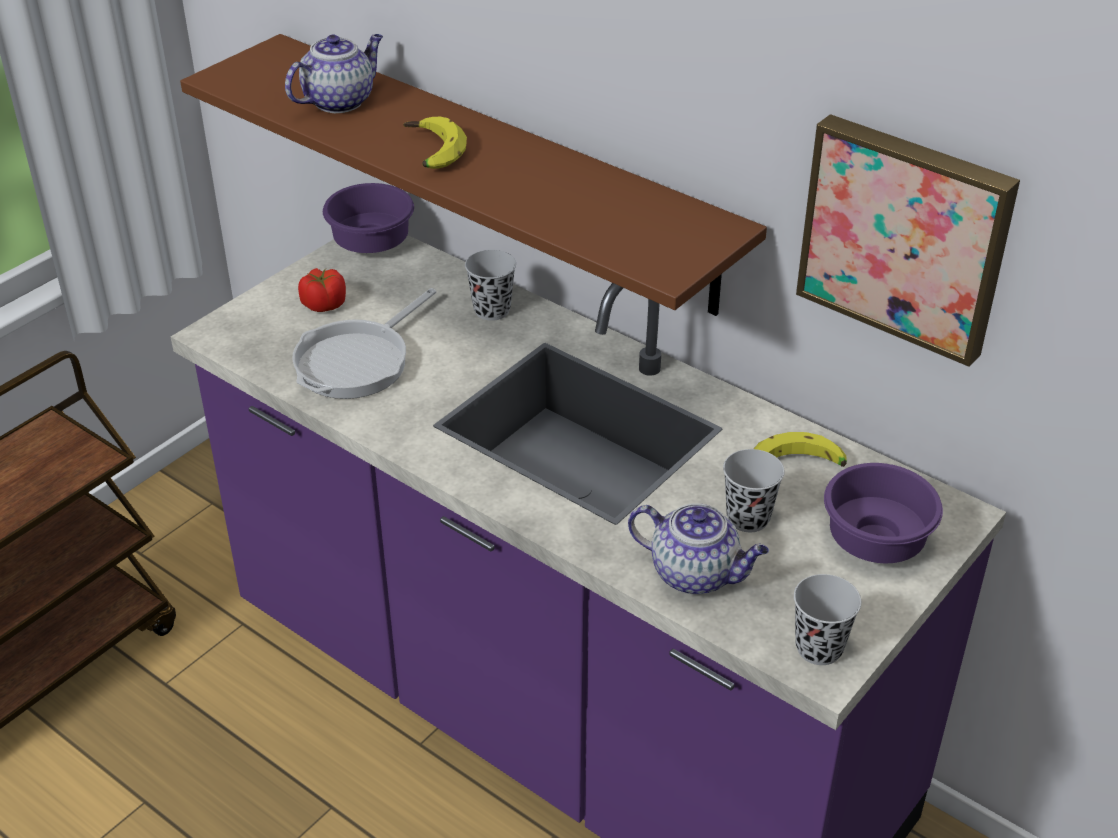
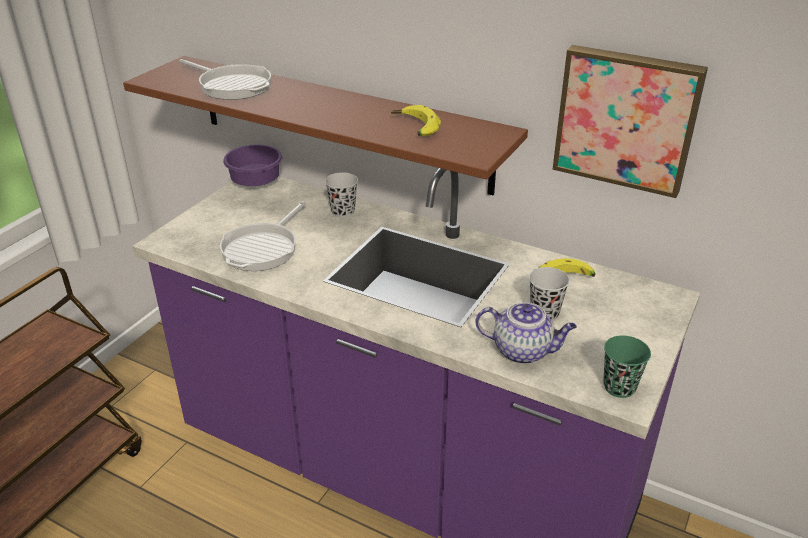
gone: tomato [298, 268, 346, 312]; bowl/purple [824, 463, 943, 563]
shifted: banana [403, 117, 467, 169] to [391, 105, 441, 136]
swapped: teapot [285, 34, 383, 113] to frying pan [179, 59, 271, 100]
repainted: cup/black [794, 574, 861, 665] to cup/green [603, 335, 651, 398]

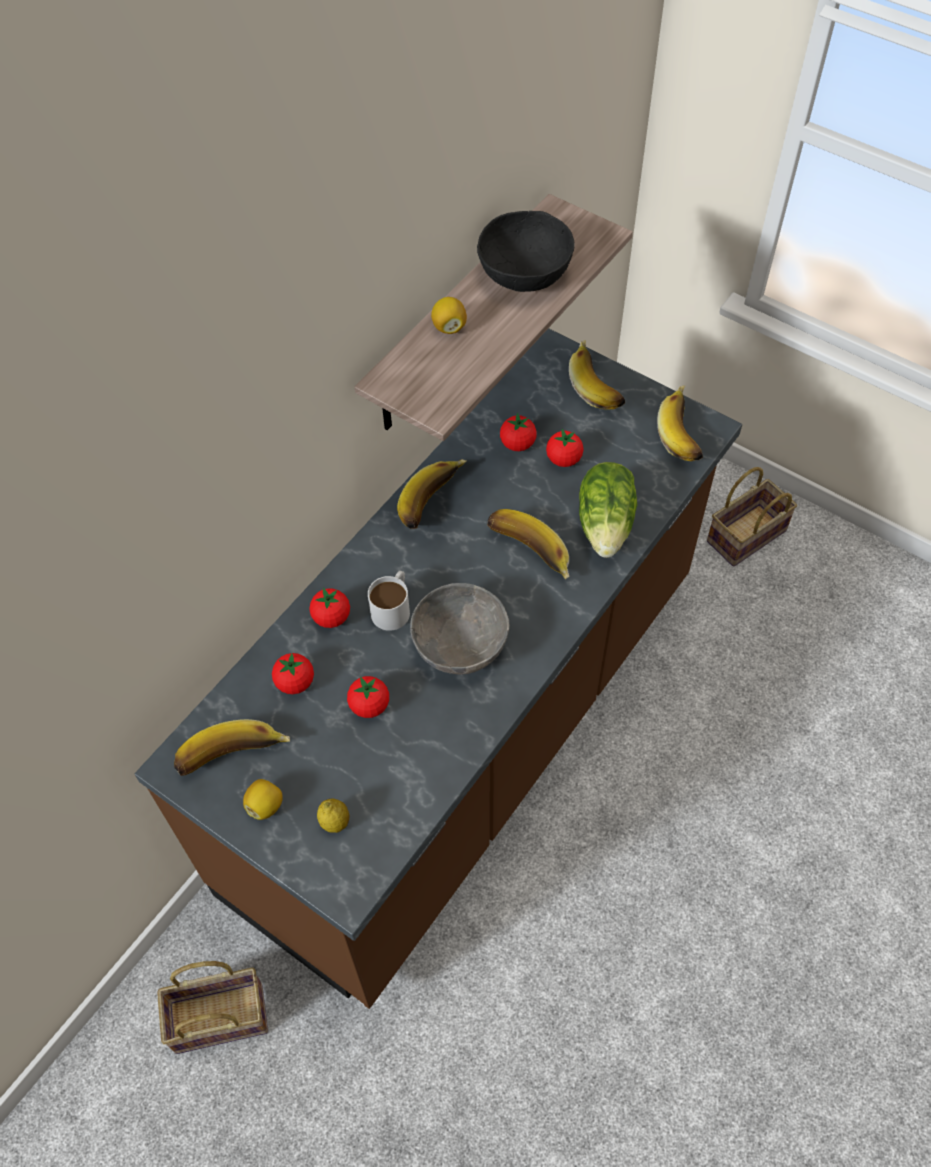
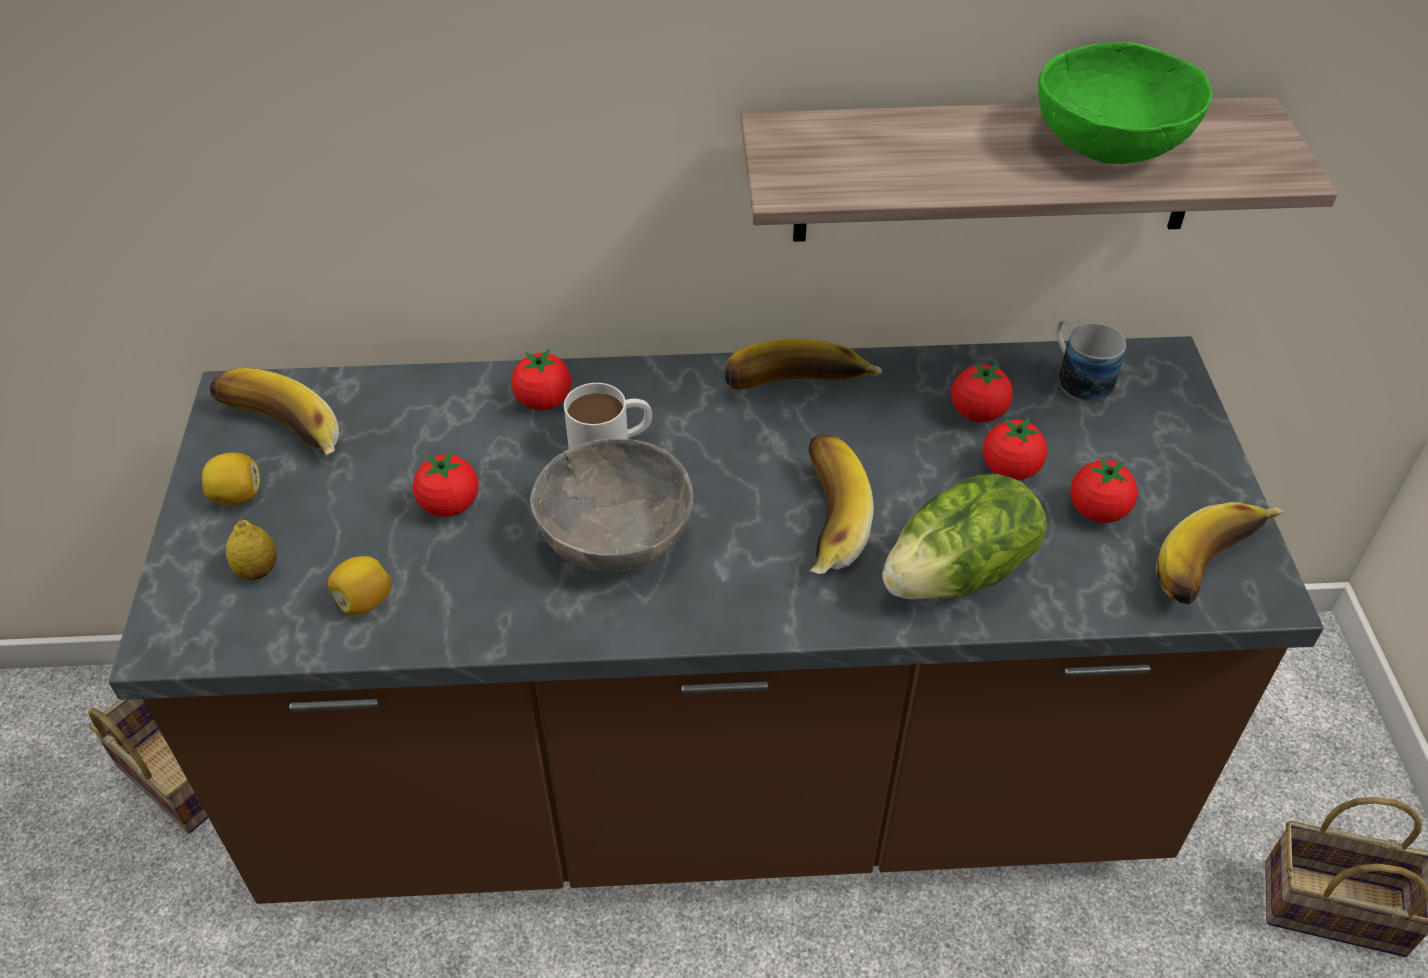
gone: banana [569, 340, 625, 409]
new: mug [1056, 317, 1126, 402]
shifted: lemon [431, 297, 467, 334] to [328, 556, 392, 615]; tomato [272, 653, 314, 694] to [1070, 456, 1138, 523]
repainted: bowl/black [477, 211, 574, 292] to bowl/green [1038, 42, 1212, 164]

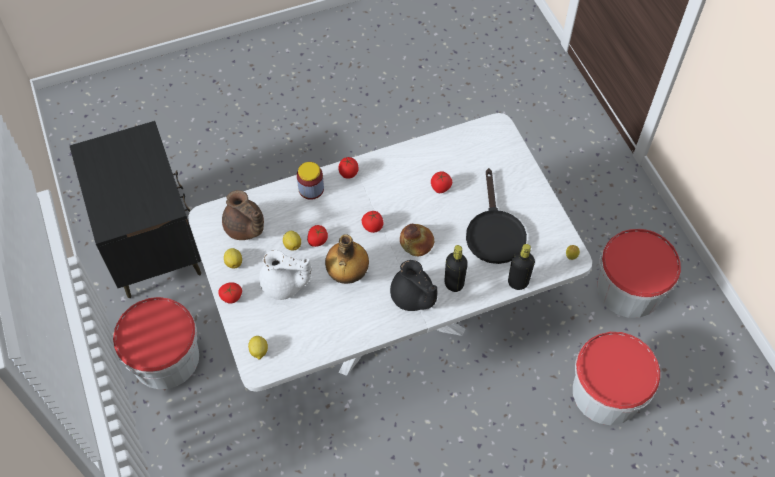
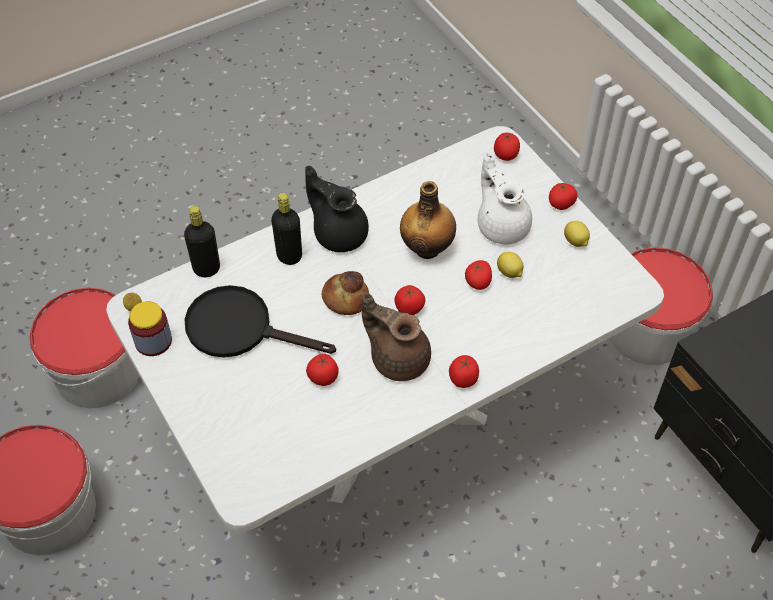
shifted: jar [297, 162, 324, 200] to [128, 301, 172, 356]; teapot/brown [222, 190, 264, 240] to [362, 292, 431, 381]
swapped: lemon [248, 336, 268, 360] to tomato [494, 133, 520, 161]
rotated: frying pan/black [466, 168, 527, 264] = [185, 285, 336, 358] 60 degrees counterclockwise; teapot/white [259, 250, 312, 300] = [478, 151, 532, 244] 60 degrees clockwise

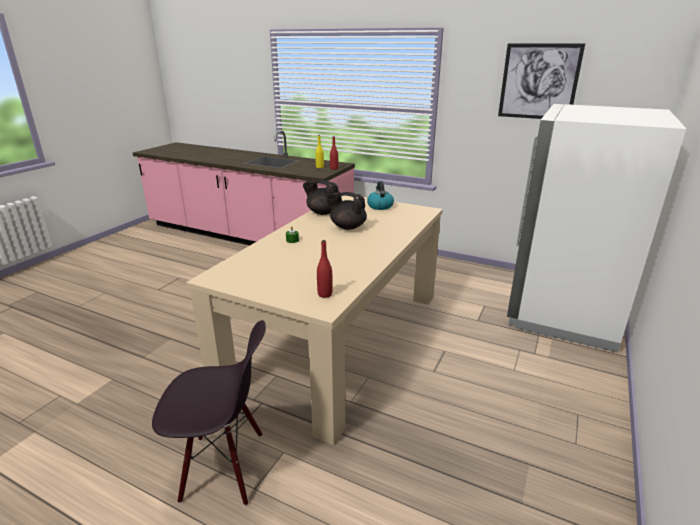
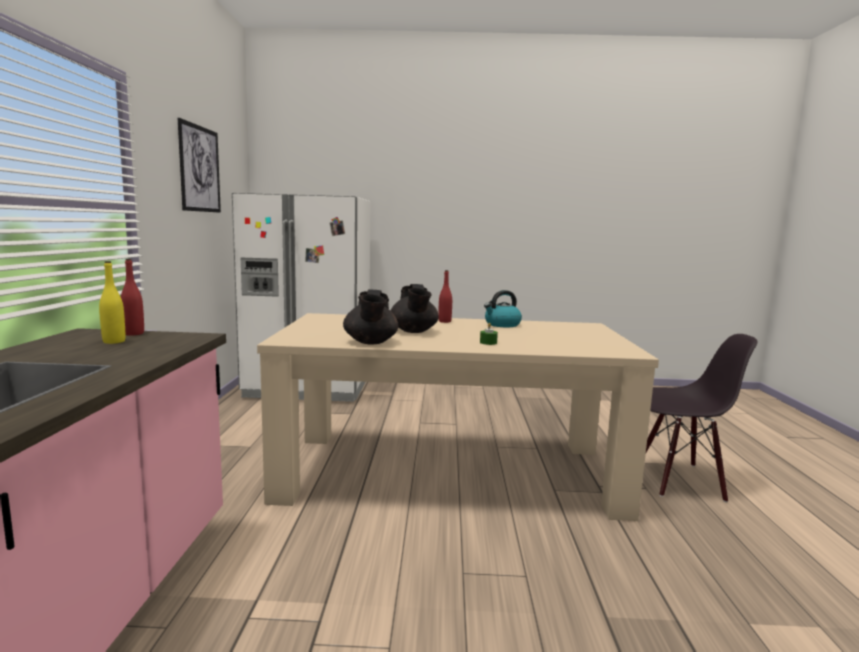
shifted: bottle/red [317, 240, 333, 298] to [438, 270, 452, 323]; kettle [367, 181, 394, 210] to [484, 290, 522, 327]
rotated: chair/black [152, 320, 266, 506] = [646, 334, 757, 502] 120 degrees clockwise

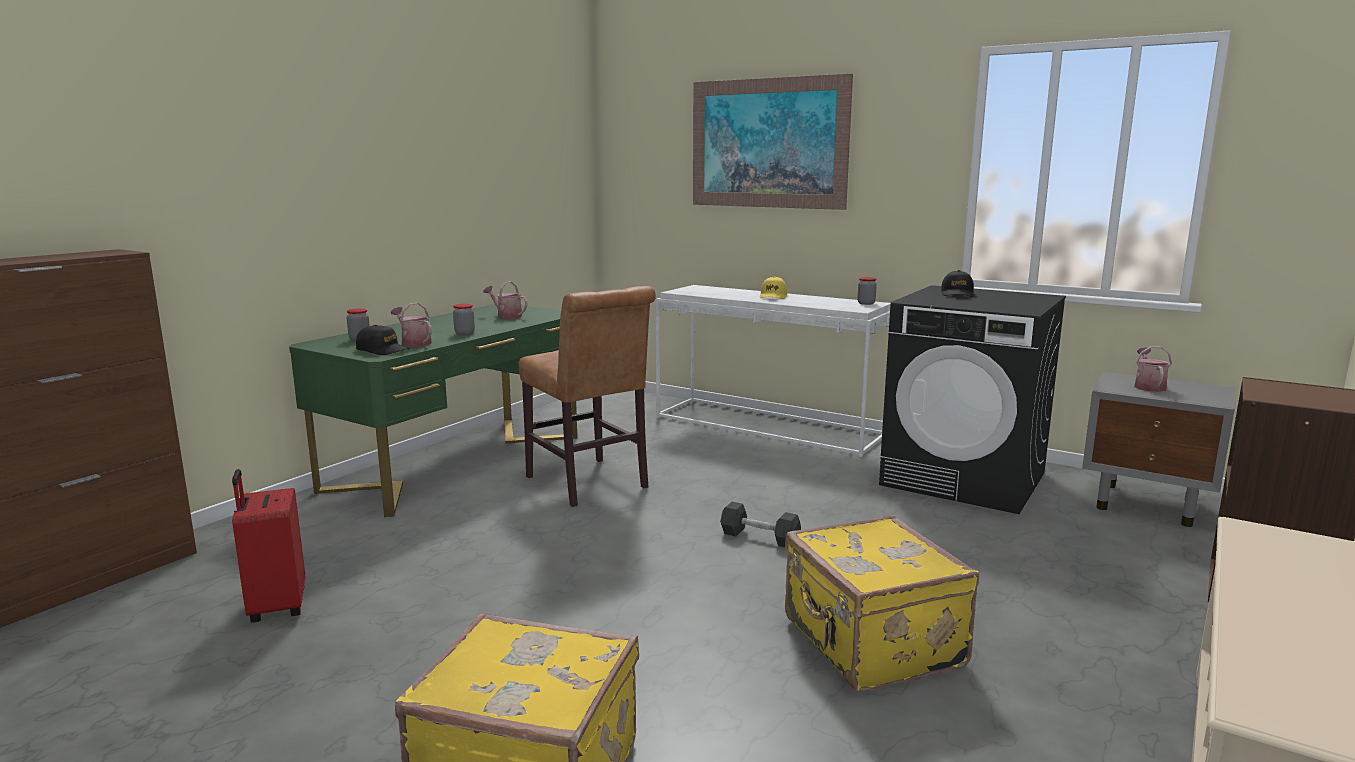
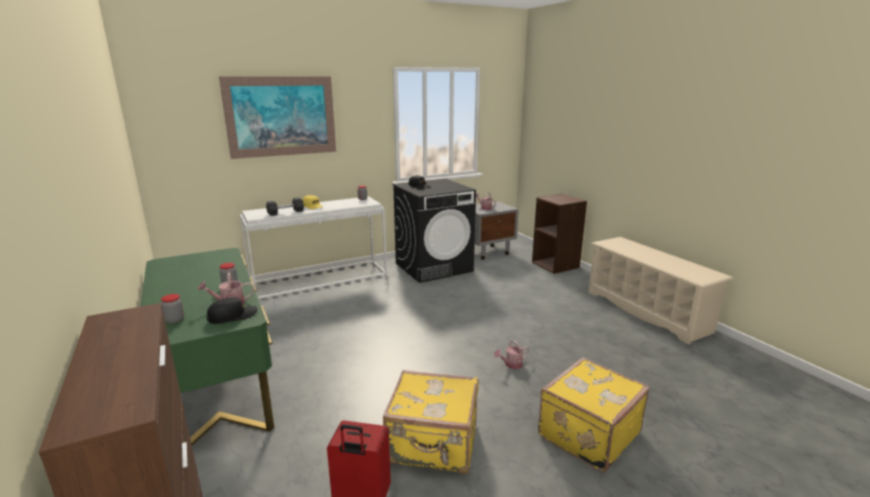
gone: chair/brown [518, 286, 656, 507]
shifted: dumbbell/grey [720, 502, 801, 547] to [266, 197, 304, 216]; suitcase/yellow [785, 515, 979, 692] to [383, 370, 479, 474]; watering can [483, 281, 528, 319] to [494, 340, 529, 369]

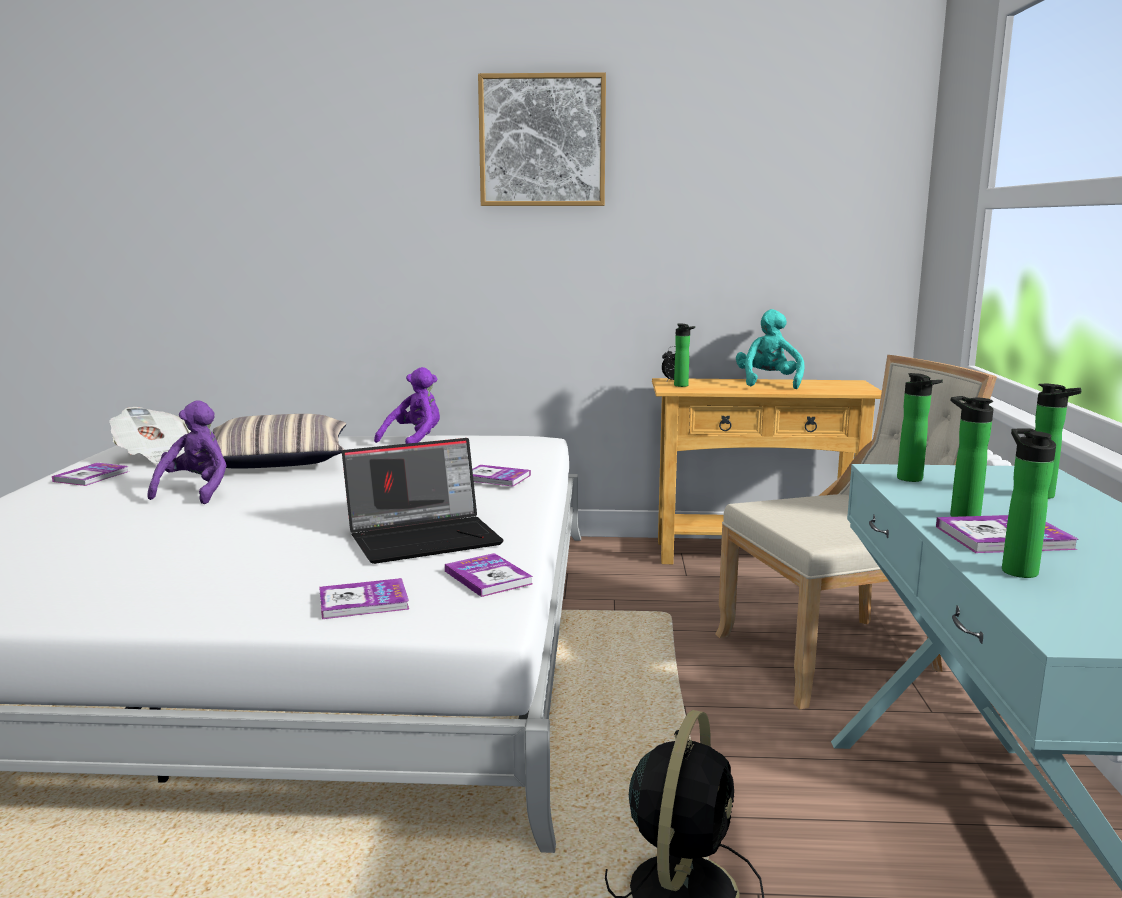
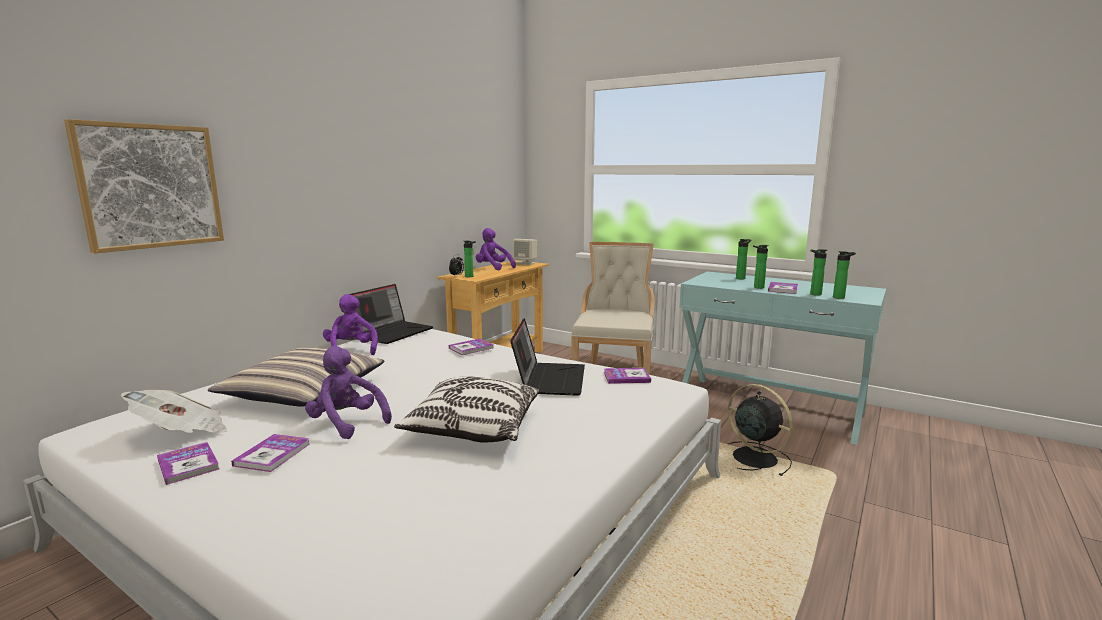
new: laptop [350, 284, 433, 344]; pillow [394, 376, 539, 442]; speaker/beige [512, 239, 537, 265]
shifted: picture [478, 72, 606, 206] to [64, 119, 224, 254]; book [319, 578, 409, 619] to [231, 434, 310, 472]; bottle [897, 373, 943, 482] to [833, 251, 856, 299]
repainted: plush toy/turquoise [736, 309, 805, 389] to plush toy/purple [476, 228, 516, 270]

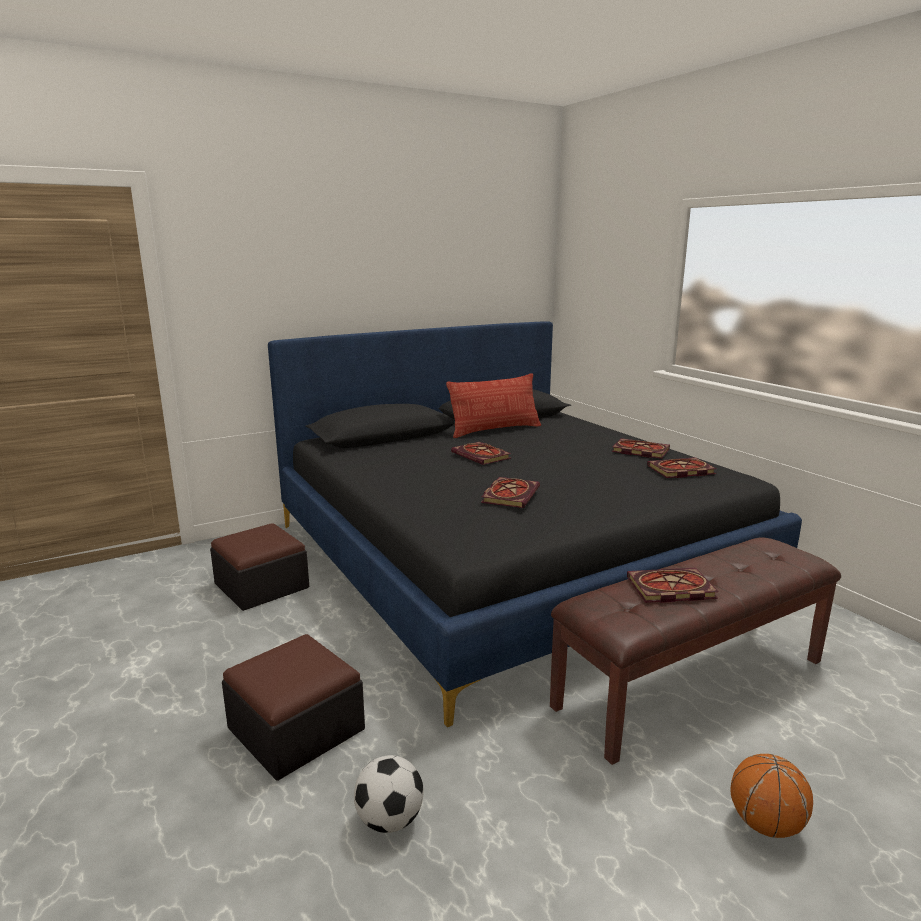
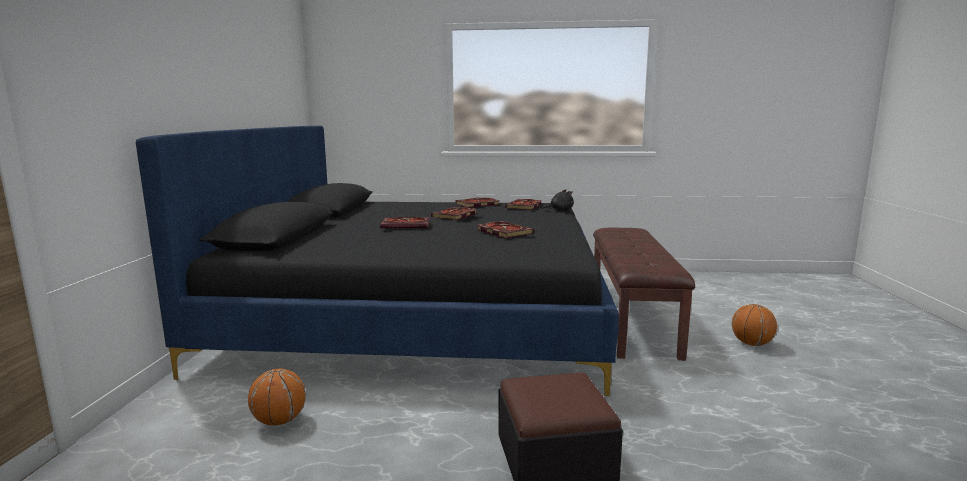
gone: football [354, 755, 423, 833]; pillow [446, 373, 541, 438]
new: plush toy/black [542, 189, 574, 211]
shifted: book [627, 568, 719, 603] to [431, 207, 477, 220]
swapped: ottoman [210, 523, 309, 611] to basketball [248, 369, 306, 426]

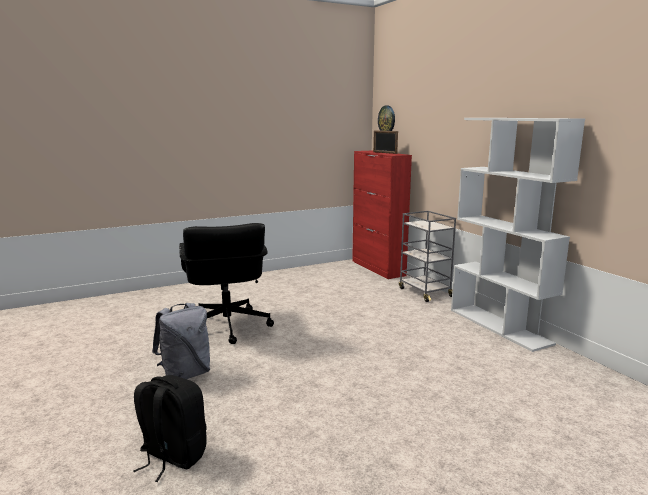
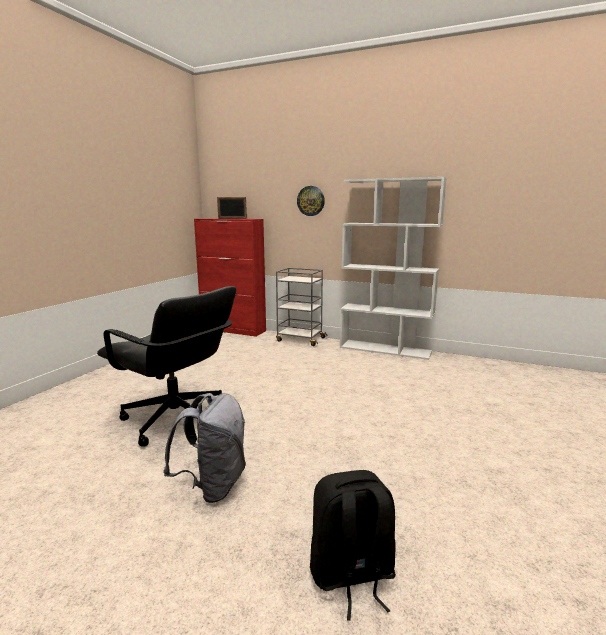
shifted: wall clock [378, 106, 395, 131] to [297, 186, 325, 216]

